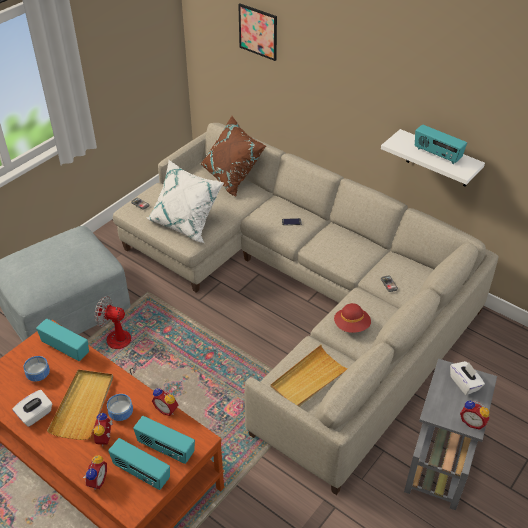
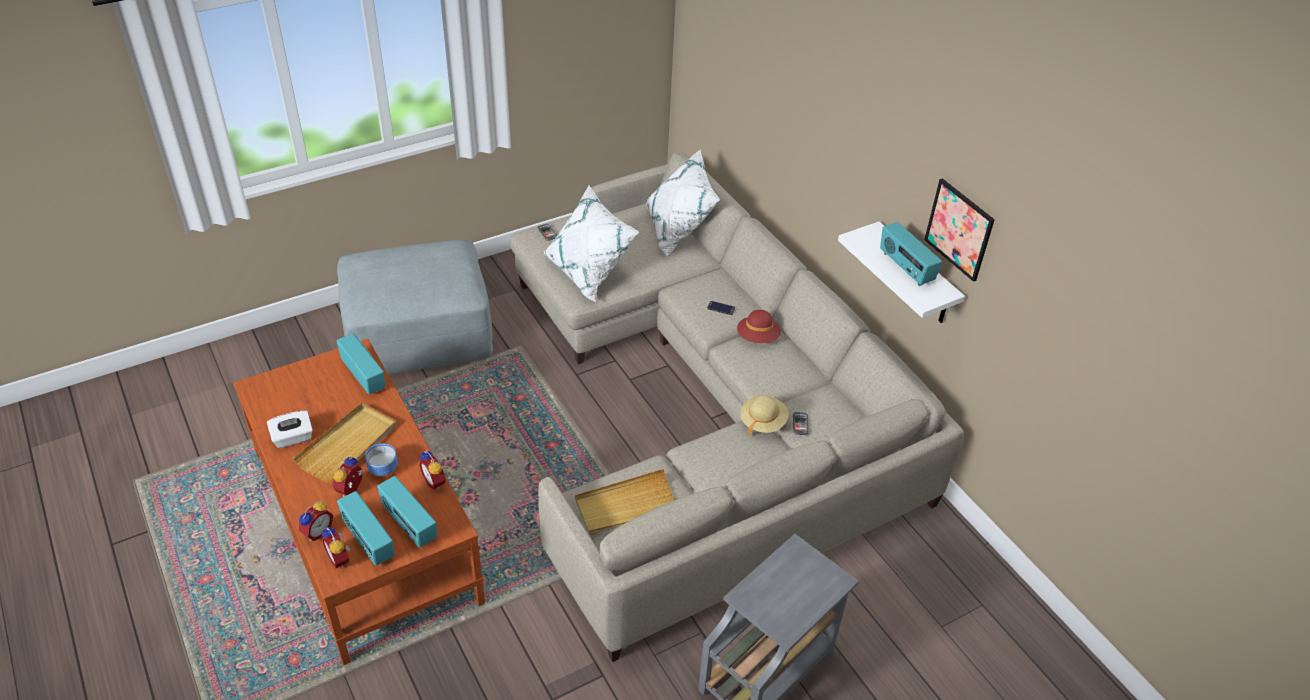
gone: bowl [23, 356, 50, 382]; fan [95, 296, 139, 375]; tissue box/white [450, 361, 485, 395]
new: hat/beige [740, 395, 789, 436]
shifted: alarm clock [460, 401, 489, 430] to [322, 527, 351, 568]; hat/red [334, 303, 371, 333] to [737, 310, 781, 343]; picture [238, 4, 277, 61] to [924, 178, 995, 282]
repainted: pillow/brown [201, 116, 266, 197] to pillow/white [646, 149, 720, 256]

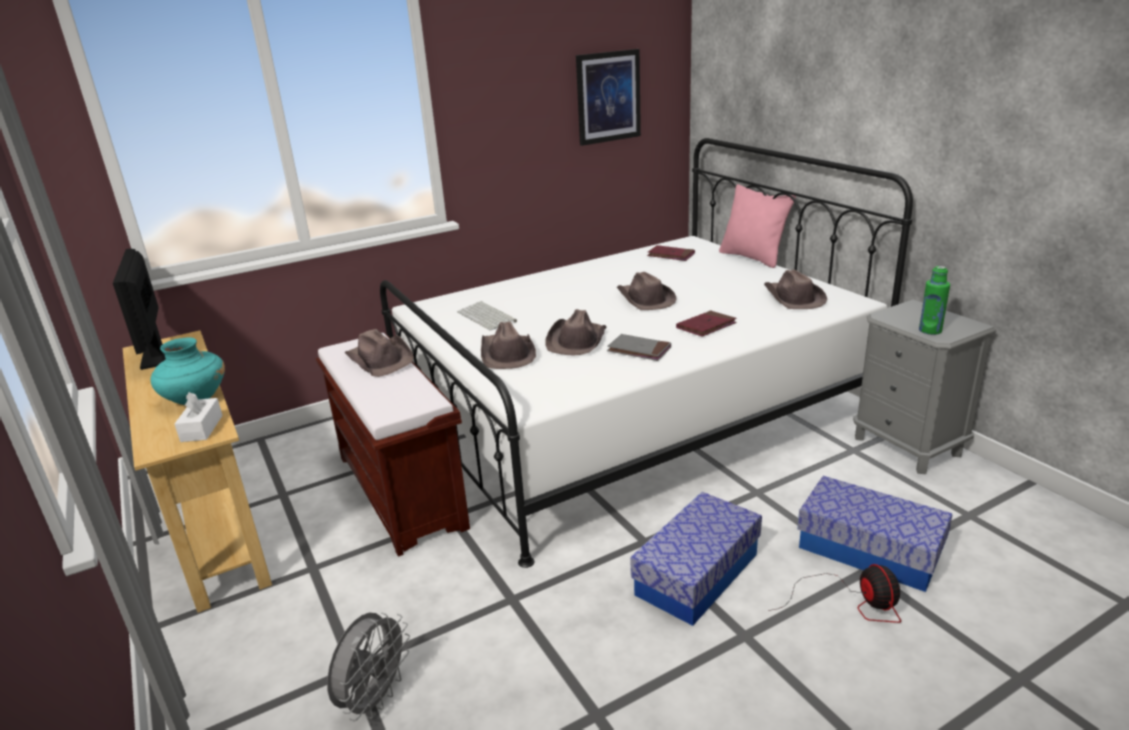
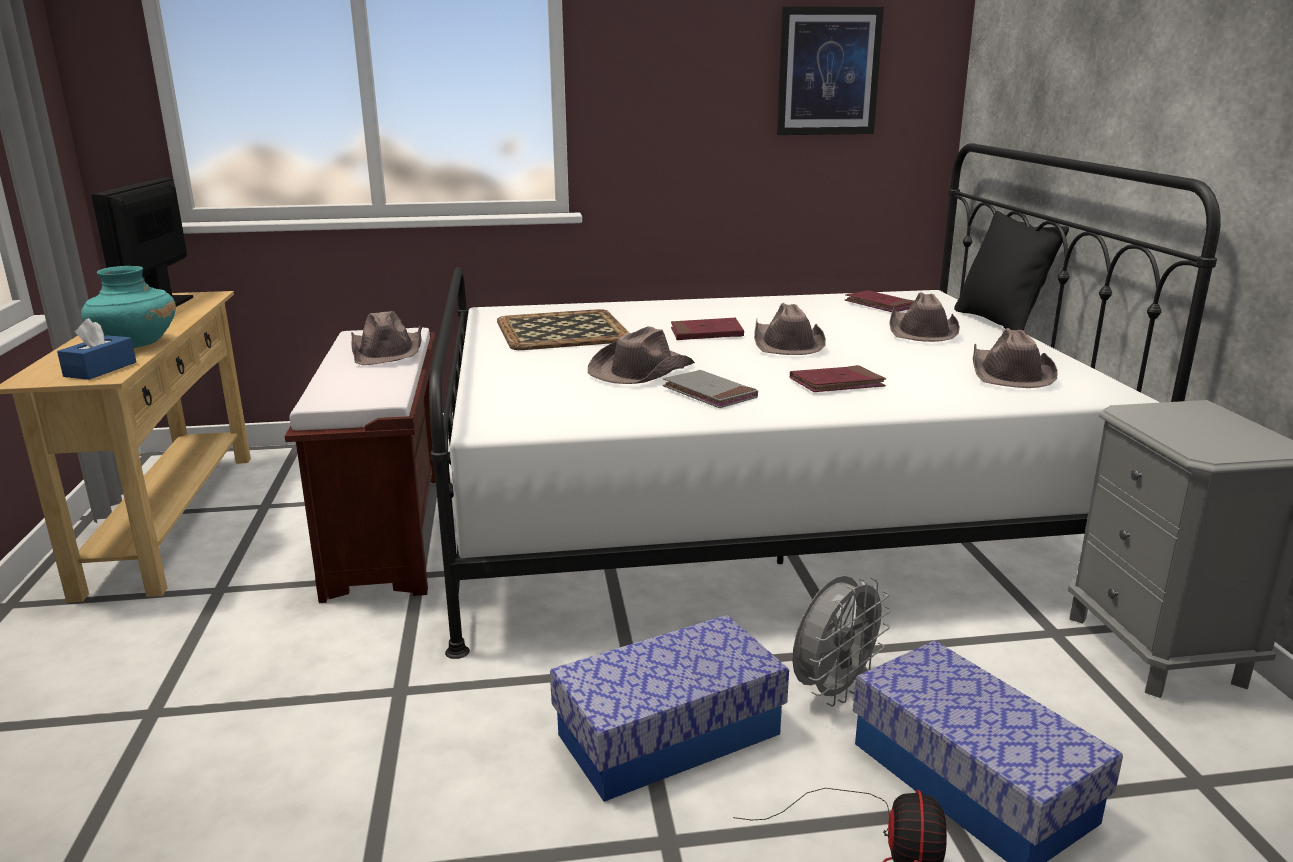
gone: bottle/green [919, 266, 950, 335]
new: book/red [671, 318, 744, 340]
shifted: fan/grey [327, 612, 410, 721] to [792, 576, 892, 706]; hat/brown [481, 322, 536, 369] to [889, 292, 960, 342]
swapped: keyboard [457, 301, 517, 331] to tray [497, 309, 629, 350]
repainted: tissue box/white [175, 392, 223, 442] to tissue box/blue [57, 318, 136, 380]; pillow/pink [719, 184, 796, 268] to pillow/black [954, 211, 1069, 331]

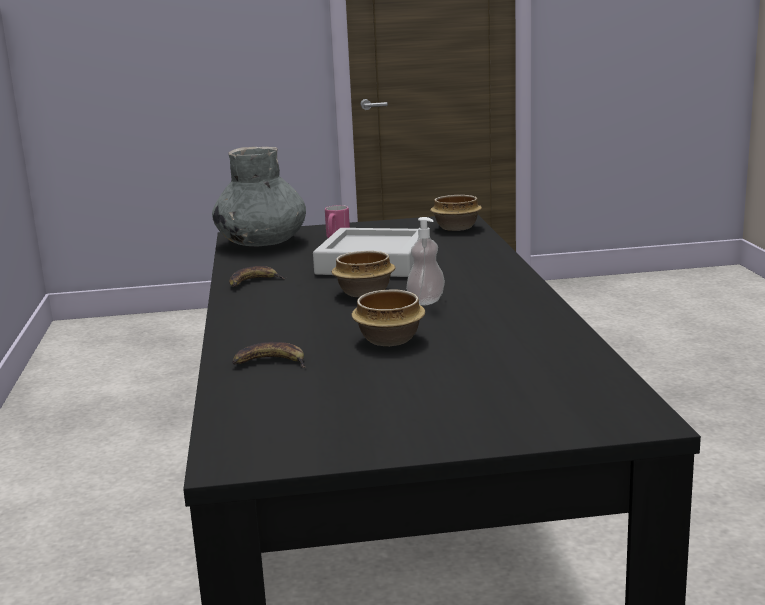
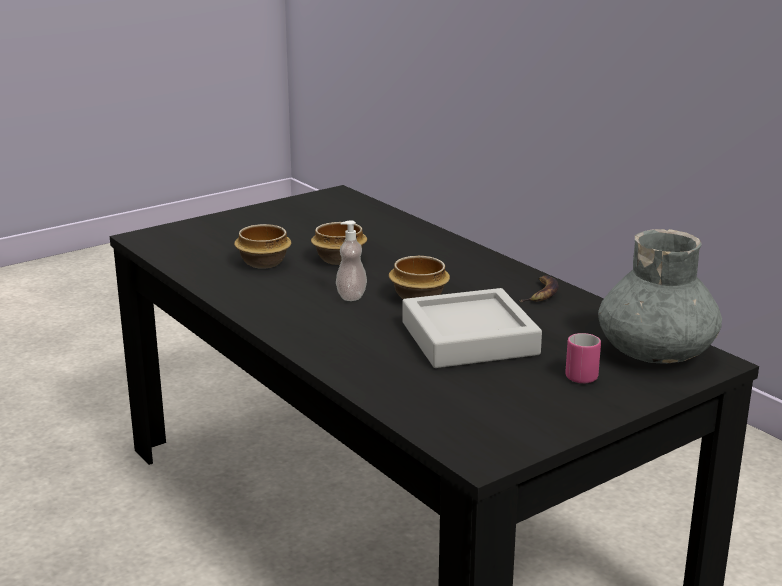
gone: banana [232, 342, 305, 368]
shifted: bowl [430, 195, 482, 231] to [234, 224, 291, 269]

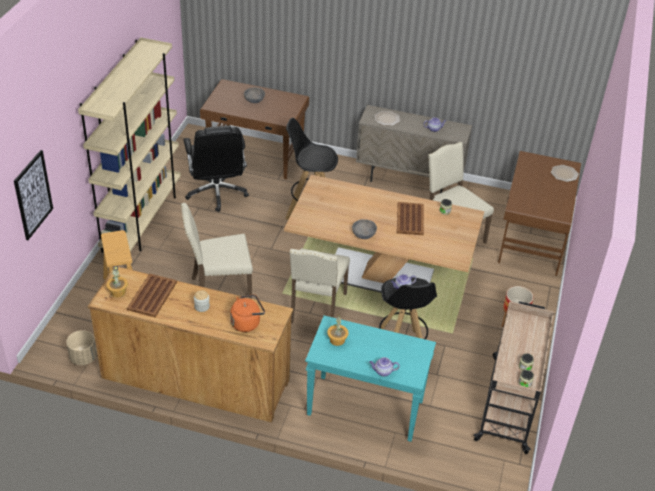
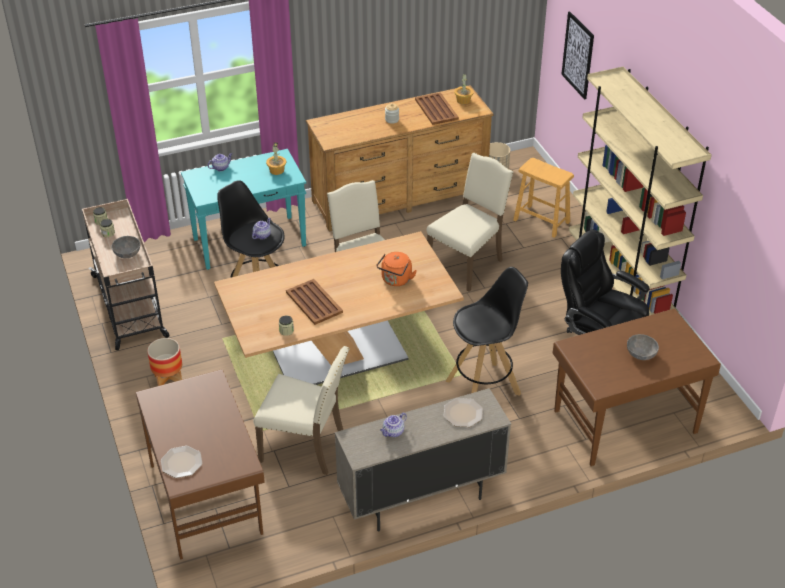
shifted: bowl/grey [352, 219, 377, 239] to [111, 236, 140, 258]; kettle/orange [230, 294, 265, 332] to [377, 252, 417, 286]

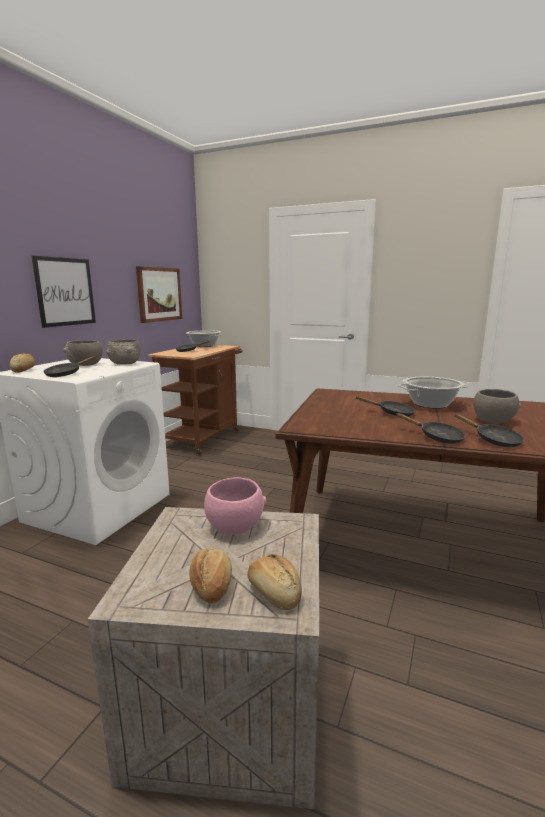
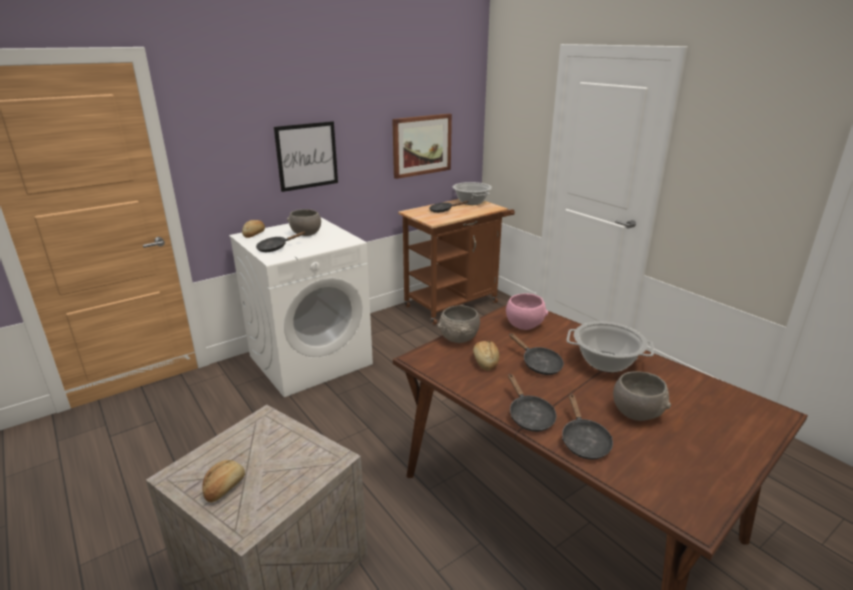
shifted: bowl/grey [106, 340, 141, 365] to [438, 306, 480, 343]; bread [247, 554, 302, 610] to [473, 341, 499, 371]; bowl/pink [204, 477, 266, 535] to [506, 293, 548, 330]

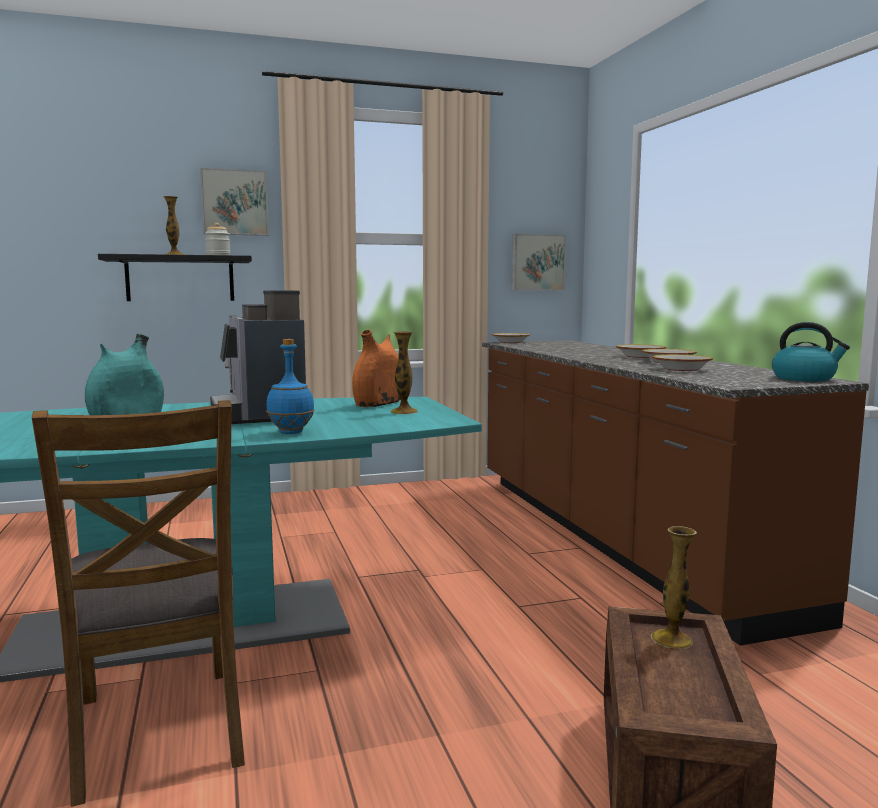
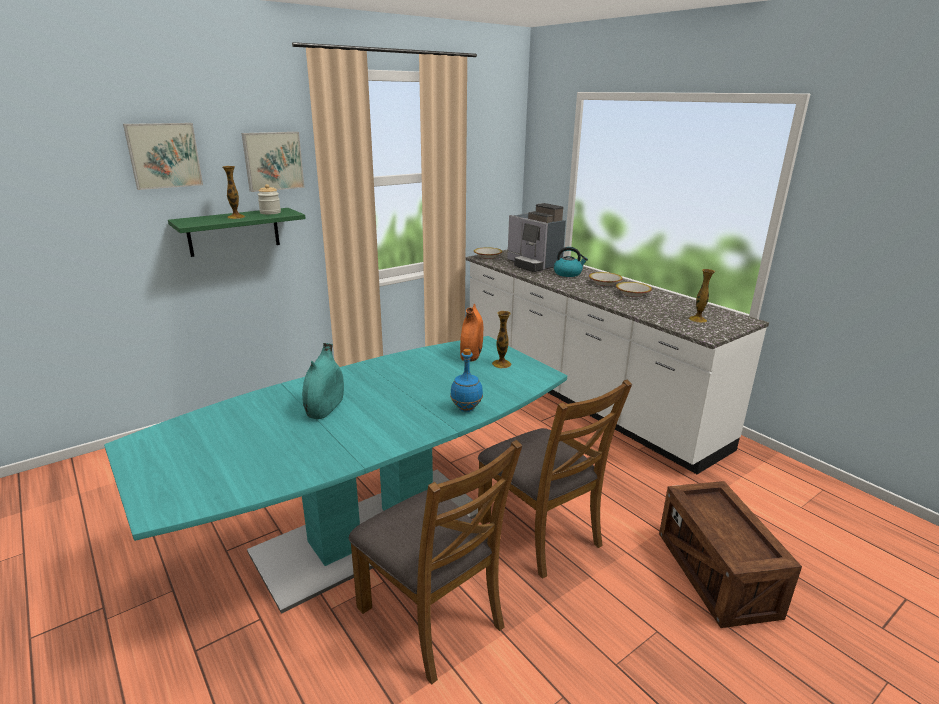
gone: bowl [652, 354, 713, 371]
new: chair/brown [478, 380, 632, 579]
shifted: picture [512, 234, 566, 290] to [123, 123, 203, 190]; coffee machine [210, 290, 306, 424] to [507, 203, 566, 272]; kettle [772, 322, 850, 382] to [554, 247, 588, 277]; vase [651, 526, 697, 649] to [688, 269, 715, 323]
repainted: shelf/black [98, 254, 252, 301] to shelf/green [168, 208, 306, 257]; counter/brown [482, 340, 869, 646] to counter/white [466, 250, 769, 474]

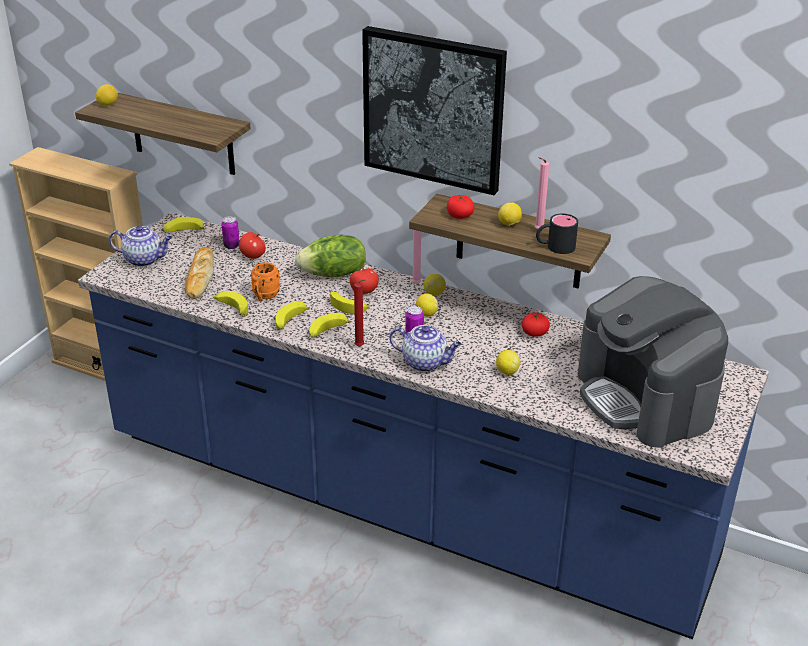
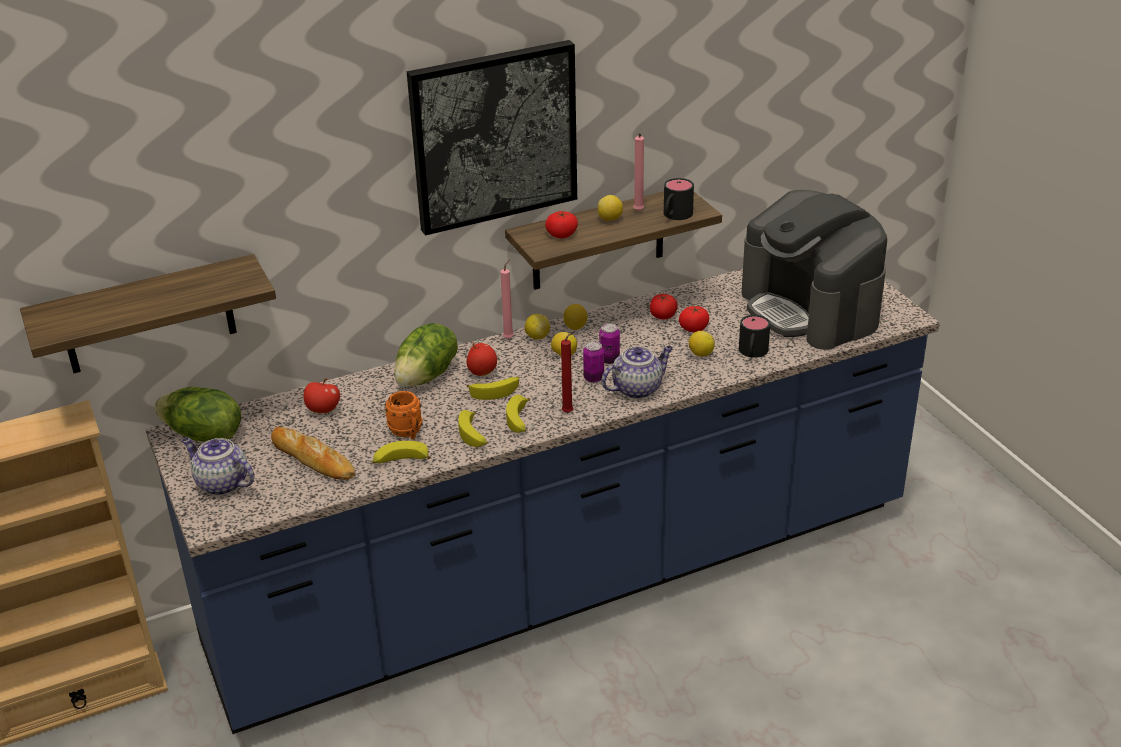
new: tomato [679, 306, 709, 332]; mug/black [739, 315, 770, 358]
shifted: lemon [96, 84, 118, 106] to [564, 304, 588, 330]; can [222, 216, 239, 249] to [599, 323, 620, 364]
swapped: banana [163, 217, 205, 232] to lettuce [155, 387, 241, 442]
rotated: teapot [109, 225, 172, 267] = [182, 438, 254, 496] 105 degrees counterclockwise; coffee machine [578, 276, 728, 448] = [742, 190, 887, 350] 45 degrees clockwise

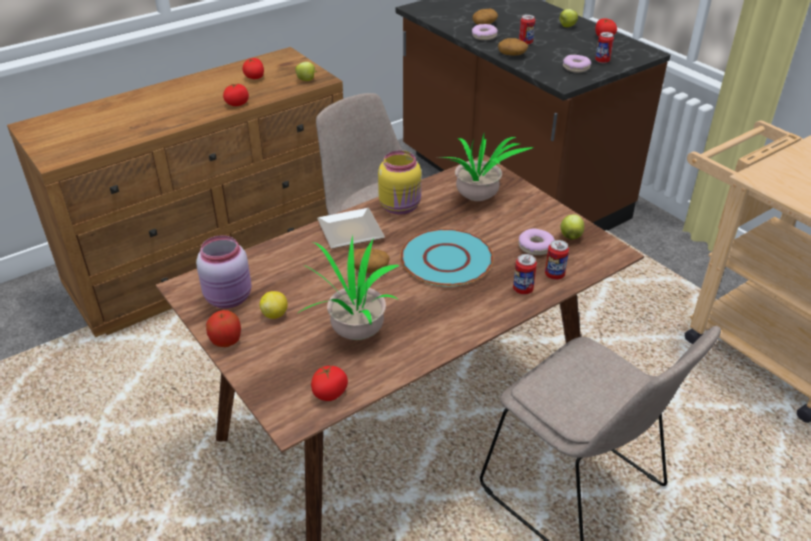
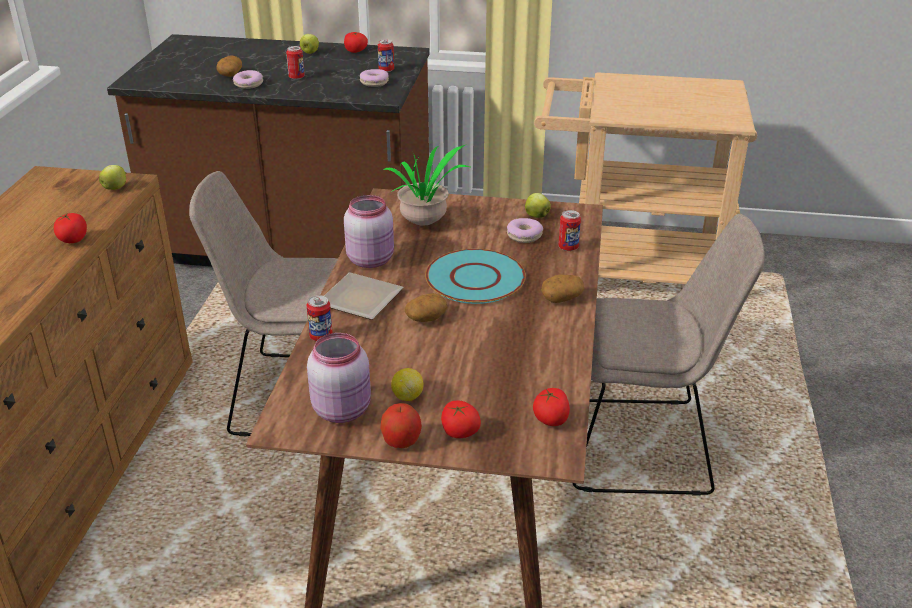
gone: potted plant [300, 235, 399, 340]
shifted: can [513, 254, 537, 295] to [307, 295, 333, 341]; tomato [242, 58, 264, 79] to [441, 401, 481, 438]; potato [498, 38, 528, 56] to [541, 274, 584, 303]
repainted: jar/yellow [378, 150, 421, 215] to jar/pink [344, 195, 394, 268]

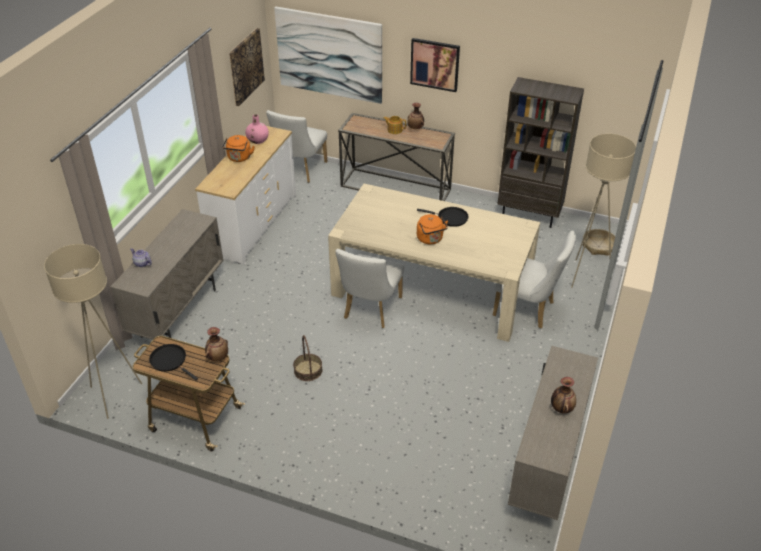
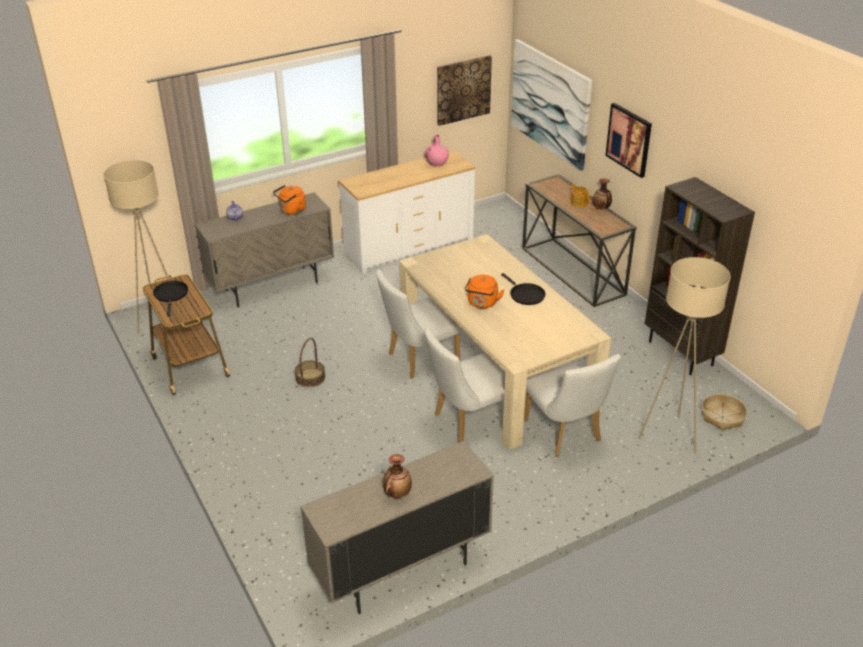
gone: vase [205, 327, 228, 361]
shifted: kettle/orange [222, 135, 255, 162] to [273, 185, 306, 215]; chair/white [266, 110, 327, 183] to [424, 327, 505, 443]

